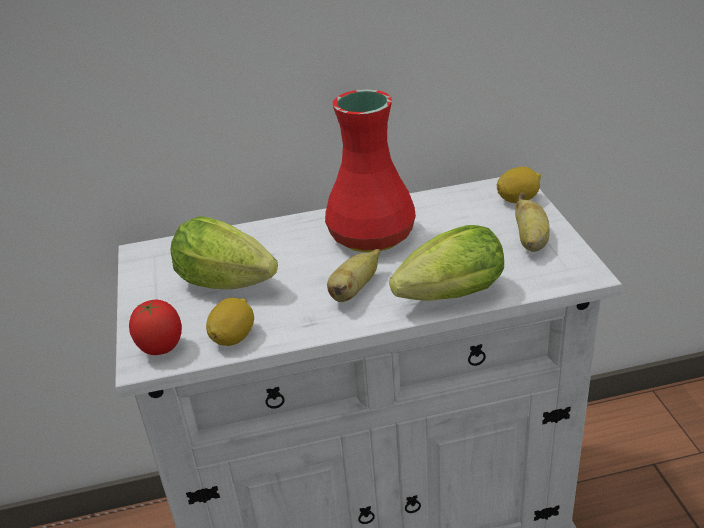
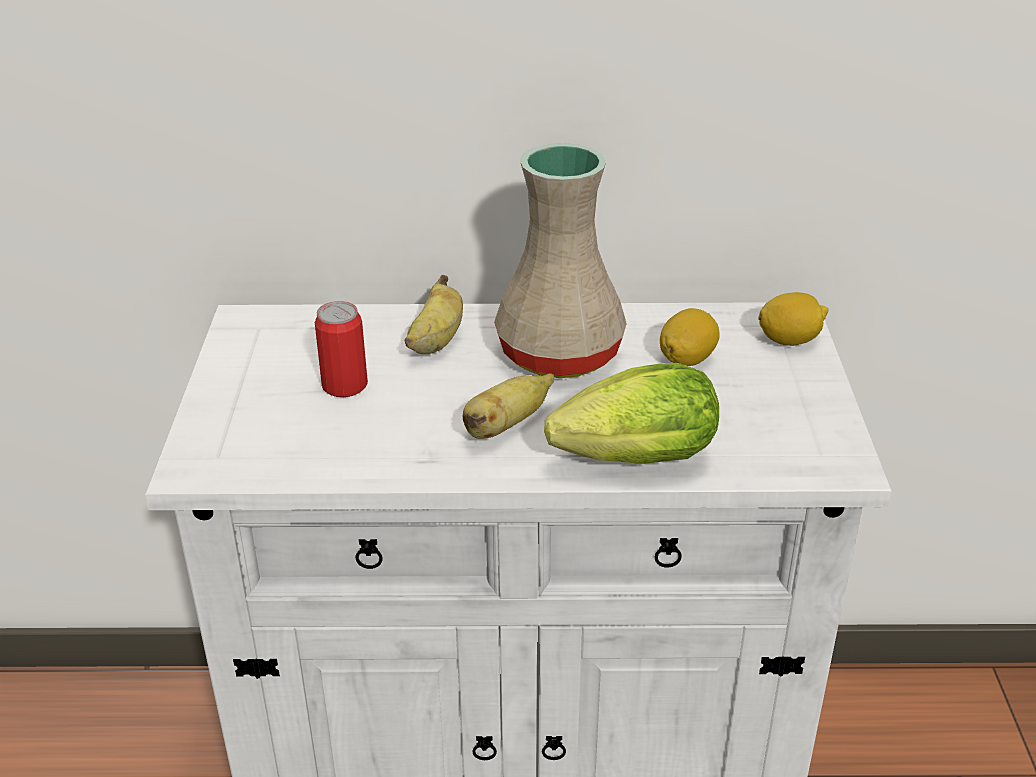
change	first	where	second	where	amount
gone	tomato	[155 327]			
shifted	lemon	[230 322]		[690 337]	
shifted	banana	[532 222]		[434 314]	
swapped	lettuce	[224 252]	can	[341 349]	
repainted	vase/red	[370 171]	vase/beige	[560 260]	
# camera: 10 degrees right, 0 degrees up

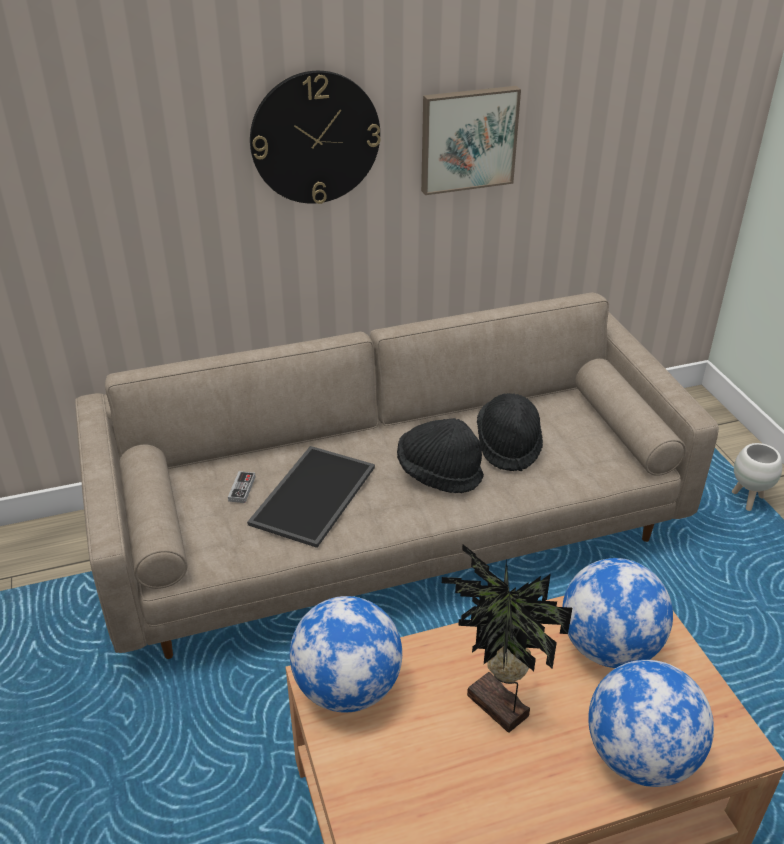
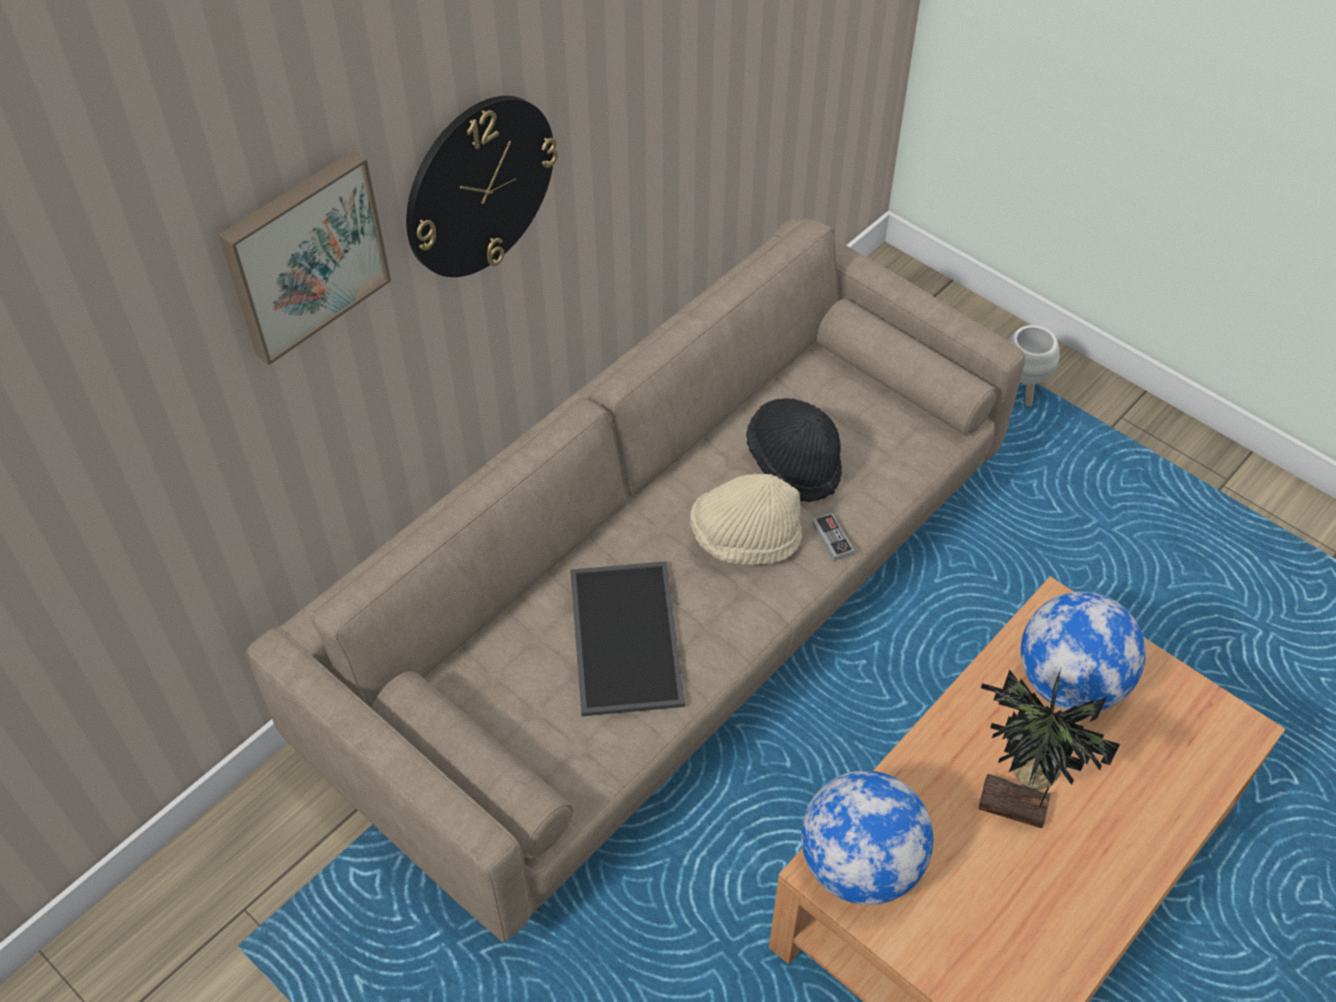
change	first	where	second	where	amount
gone	globe	[651 723]			
shifted	game controller	[241 487]		[833 537]	
shifted	picture	[471 140]		[305 258]	
repainted	hat/black	[440 455]	hat/beige	[746 519]	
# camera: 30 degrees left, 15 degrees up

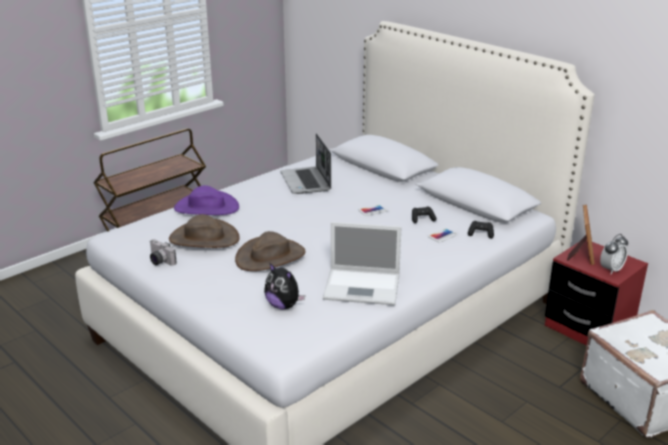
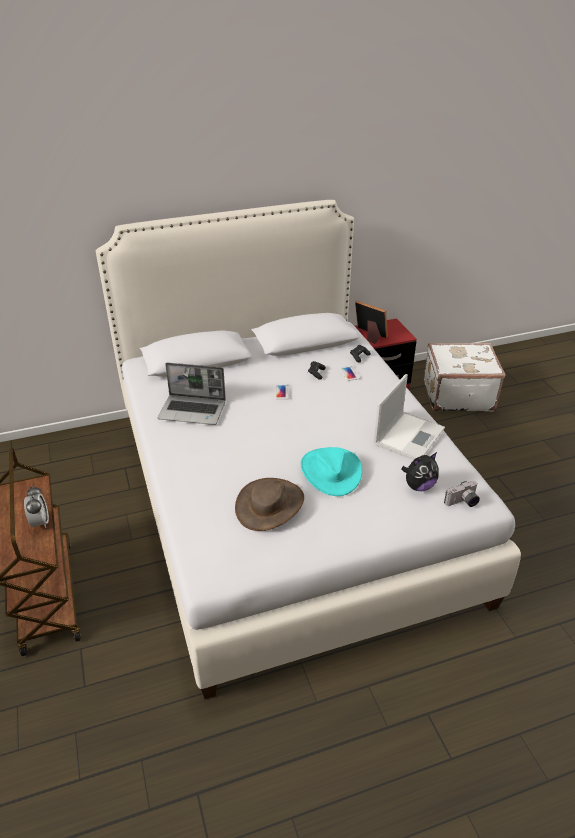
change	first	where	second	where	amount
gone	hat/purple	[206 200]			
shifted	photo camera	[163 252]		[462 494]	
shifted	alarm clock	[614 254]		[36 507]	
repainted	hat/brown	[270 251]	hat/turquoise	[331 471]	
# camera: 65 degrees left, 10 degrees up

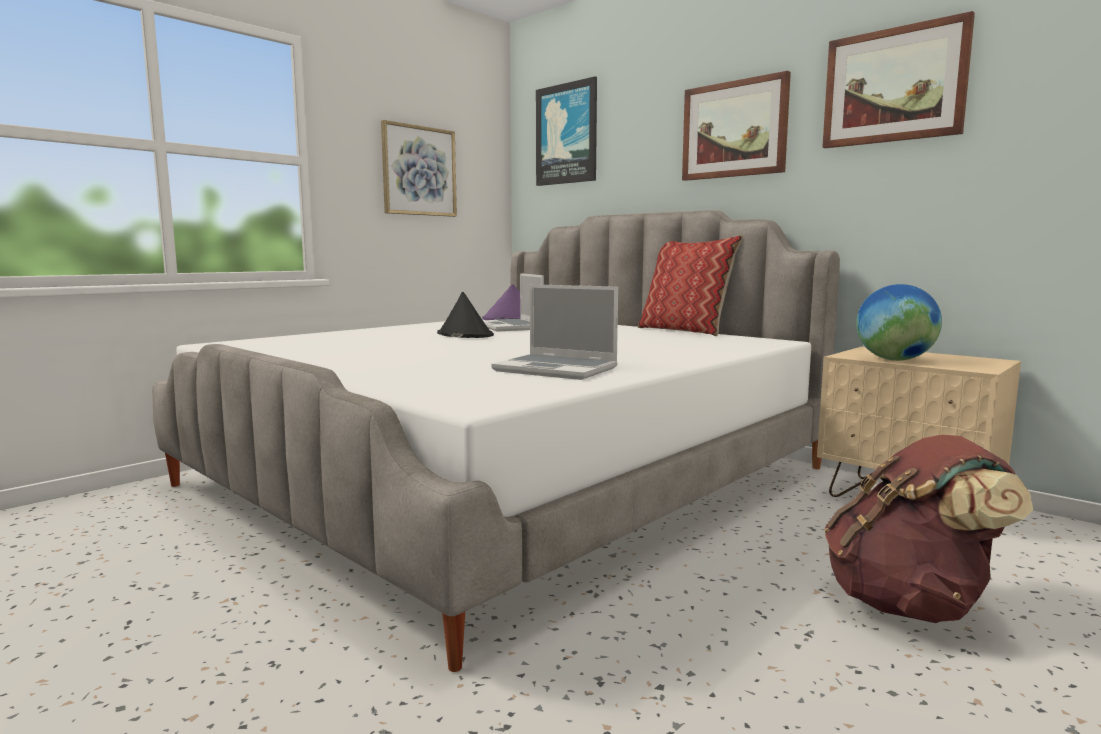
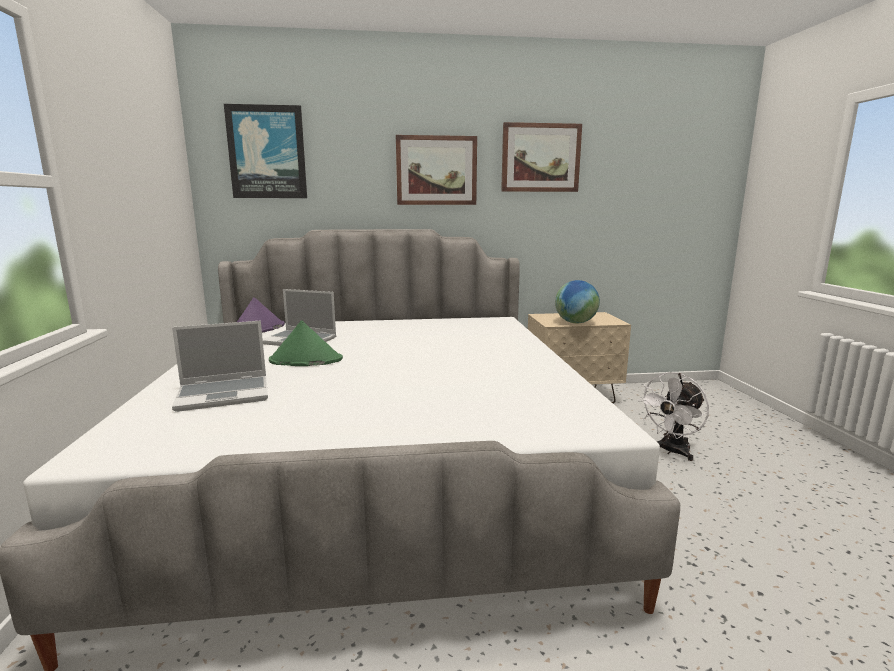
change	first	where	second	where	amount
gone	picture	[419 168]			
gone	pillow	[690 285]			
shifted	laptop	[555 332]		[220 366]	
swapped	backpack/brown	[928 528]	fan/white	[673 416]	
repainted	hat/black	[465 315]	hat/green	[306 343]	
# camera: 50 degrees left, 5 degrees up

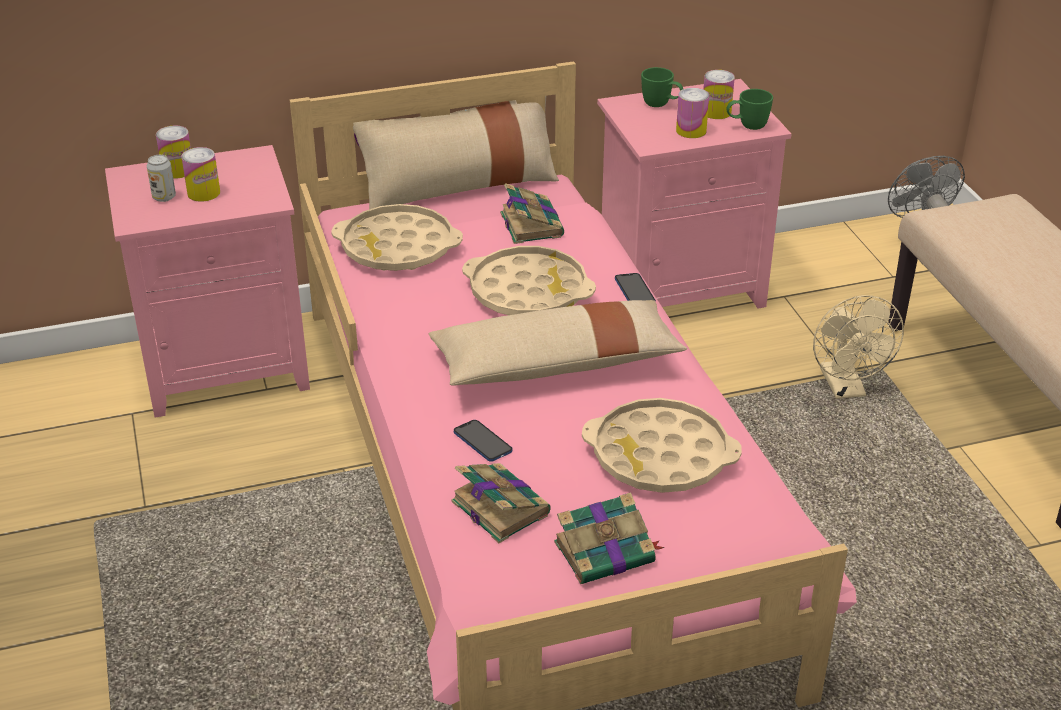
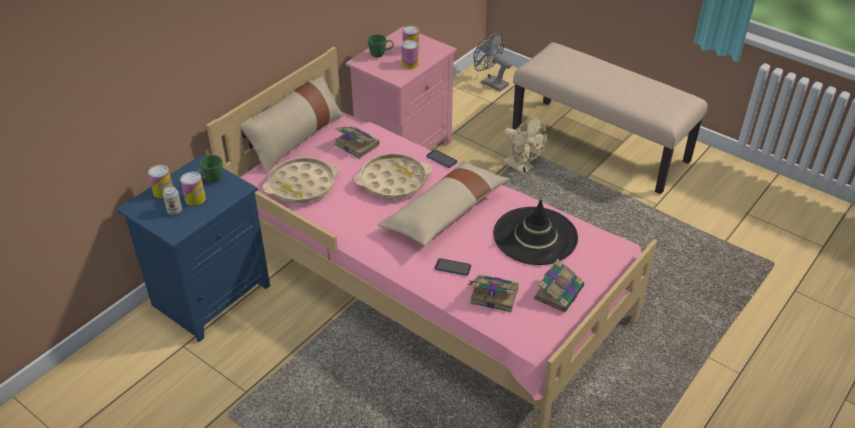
change	first	where	second	where	amount
shifted	mug/green	[749 109]		[209 168]	
swapped	tray/beige	[662 445]	hat/black	[535 232]	
repainted	nightstand/pink	[207 281]	nightstand/blue	[193 248]	
# camera: 35 degrees left, 5 degrees up

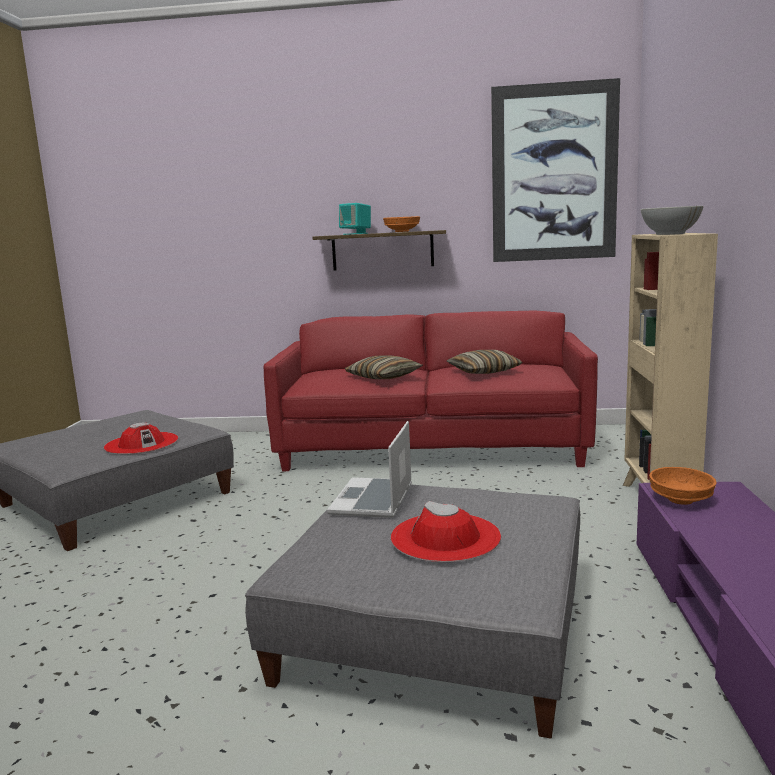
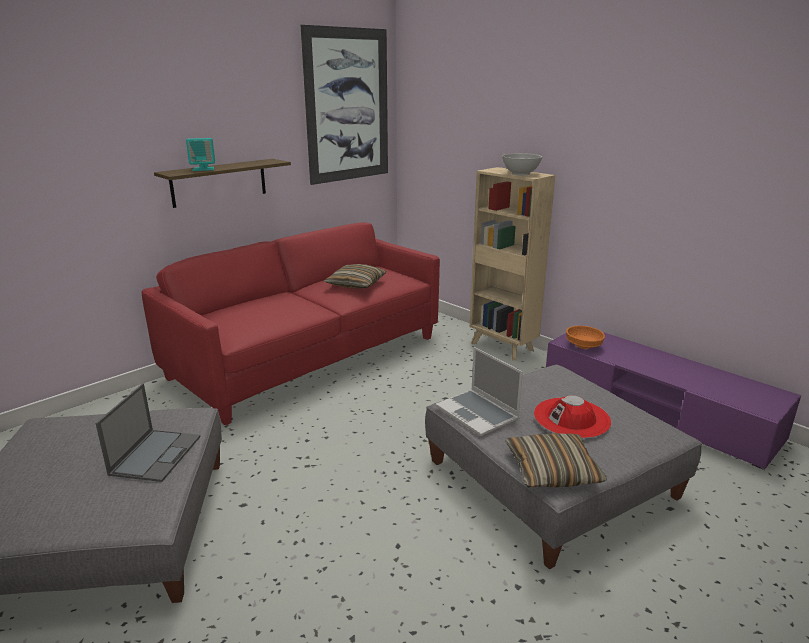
change	first	where	second	where	amount
gone	bowl/orange	[401 224]			
shifted	pillow	[383 367]		[556 460]	
swapped	hat/red	[141 438]	laptop	[148 432]	
# camera: 50 degrees left, 10 degrees up

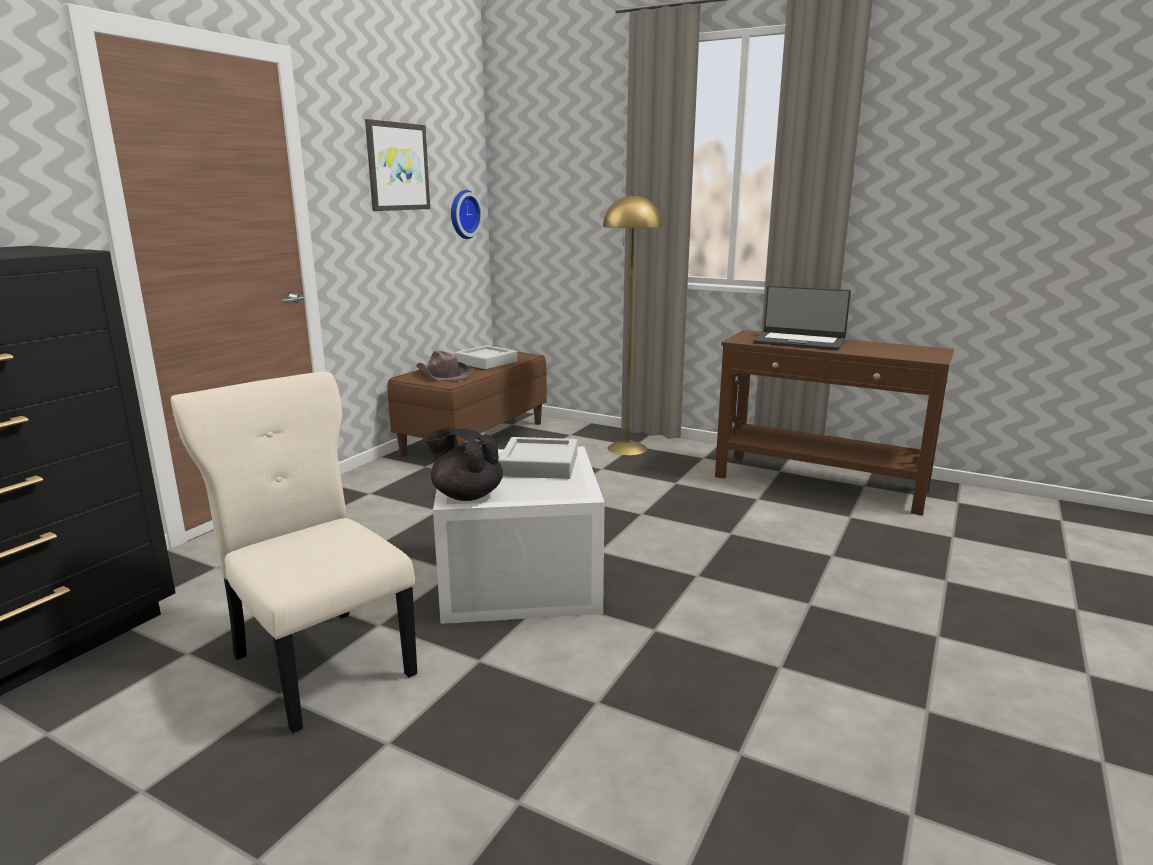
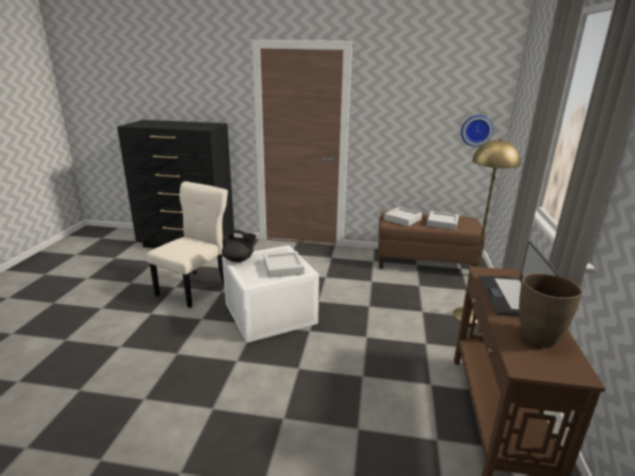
change	first	where	second	where	amount
gone	picture	[397 165]			
new			vase/brown	[550 310]	
swapped	hat/brown	[443 366]	tray/grey	[403 216]	
rotated	teapot/black	[464 464]		[239 246]	90 degrees clockwise
# camera: 70 degrees right, 5 degrees up

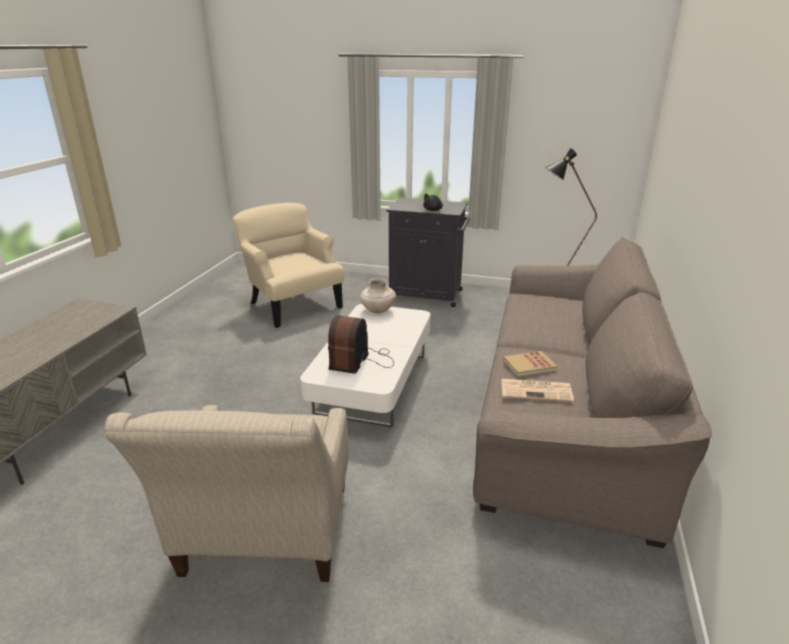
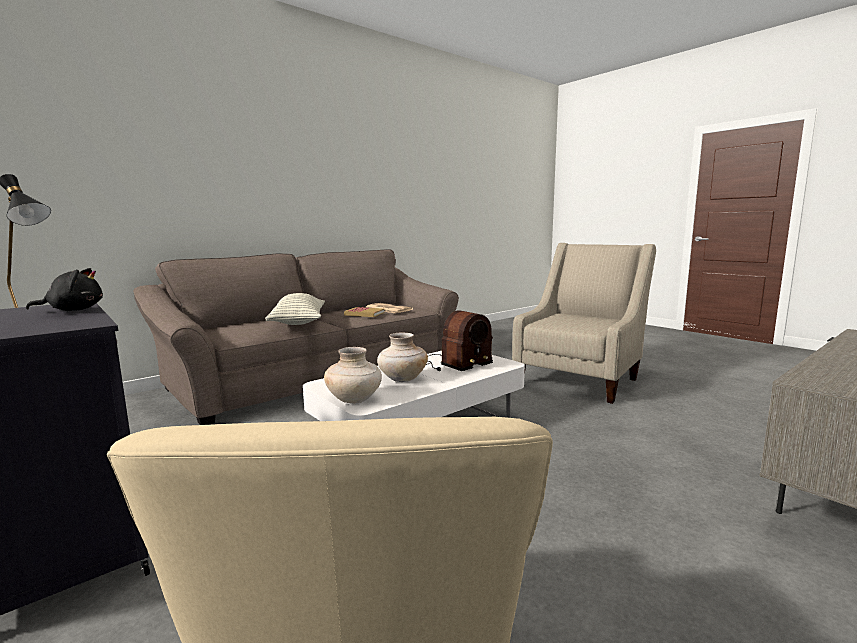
change	first	where	second	where	amount
new			pillow	[295 309]	
new			vase/beige	[402 357]	
# camera: 145 degrees left, 15 degrees down

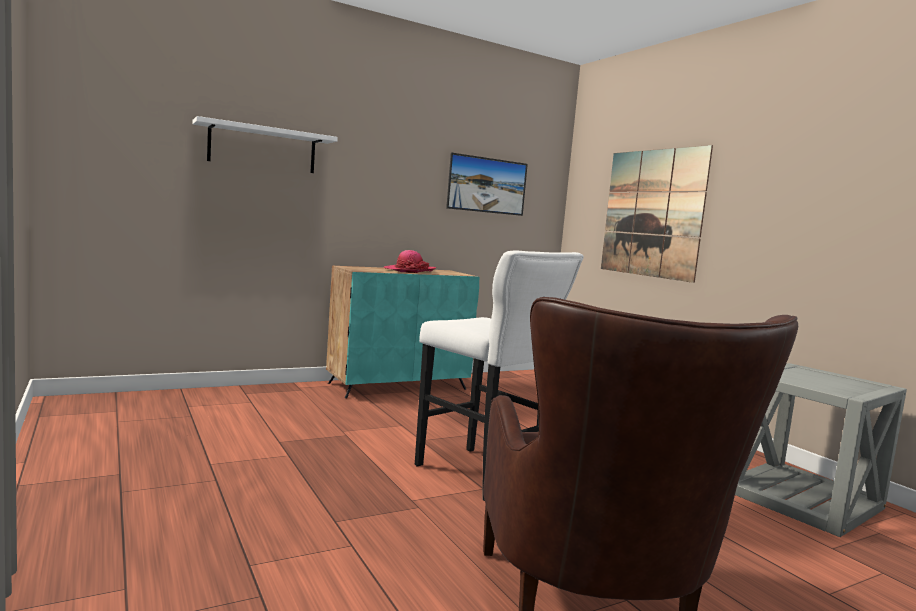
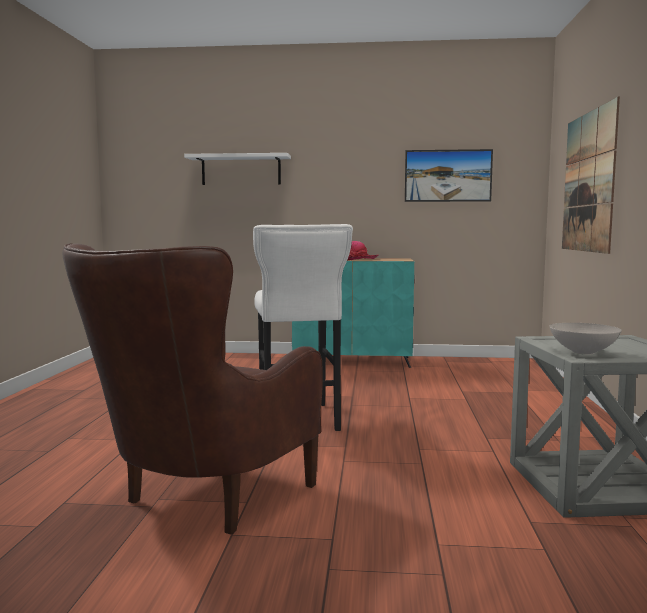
change	first	where	second	where	amount
new			bowl/white	[585 339]	
# camera: 35 degrees right, 0 degrees up

